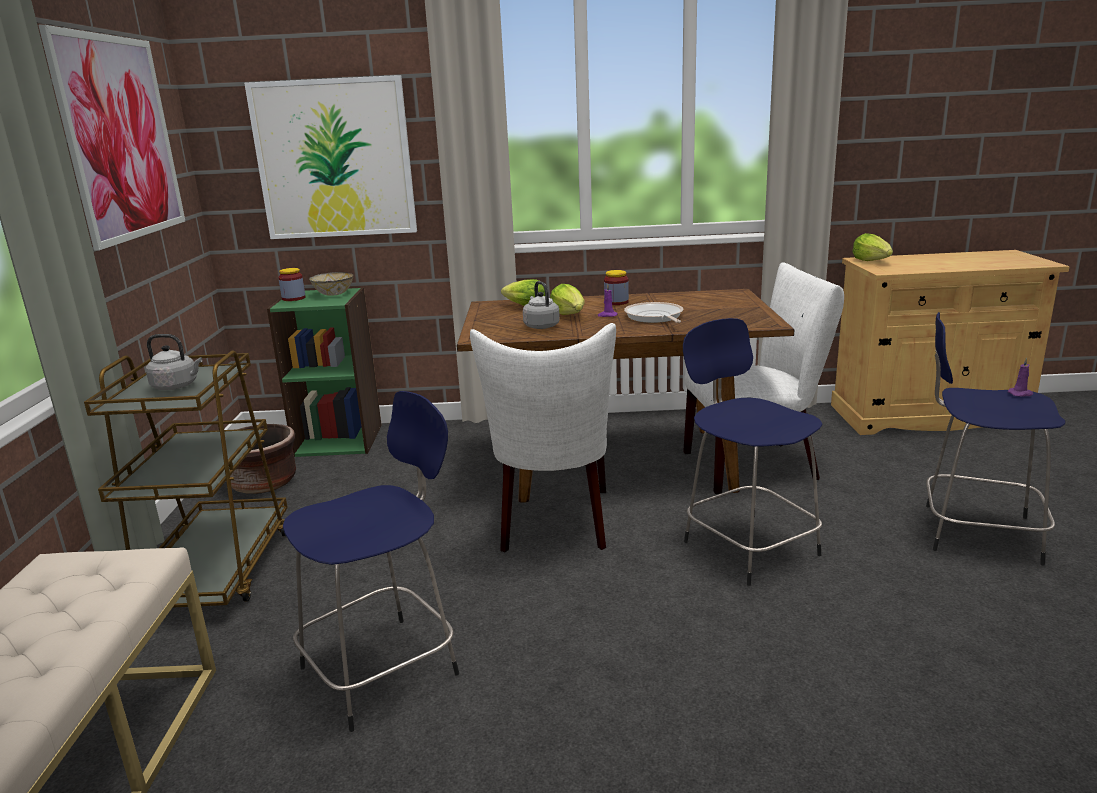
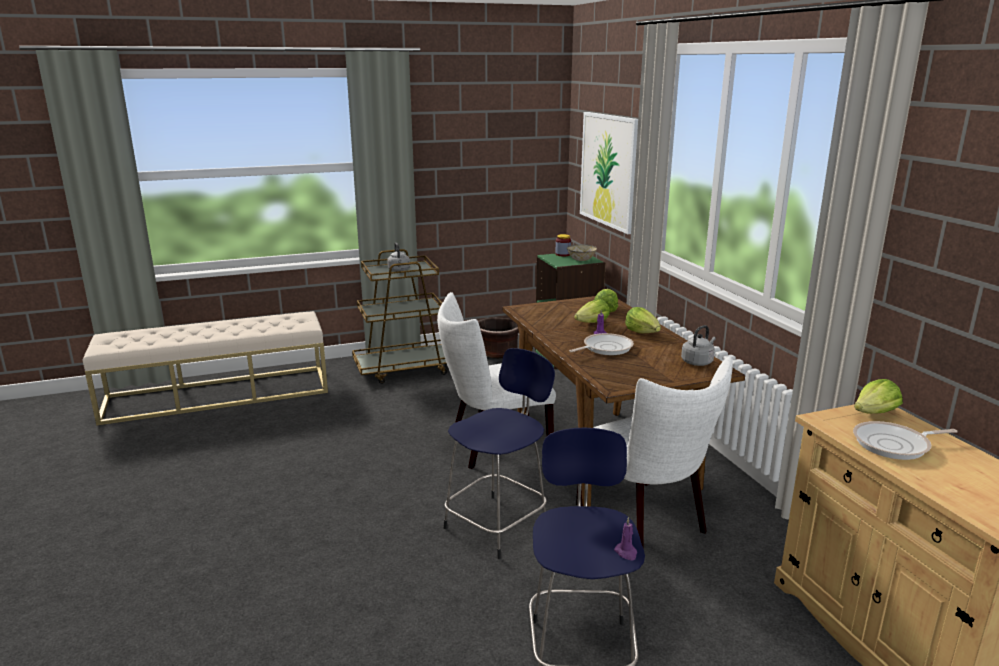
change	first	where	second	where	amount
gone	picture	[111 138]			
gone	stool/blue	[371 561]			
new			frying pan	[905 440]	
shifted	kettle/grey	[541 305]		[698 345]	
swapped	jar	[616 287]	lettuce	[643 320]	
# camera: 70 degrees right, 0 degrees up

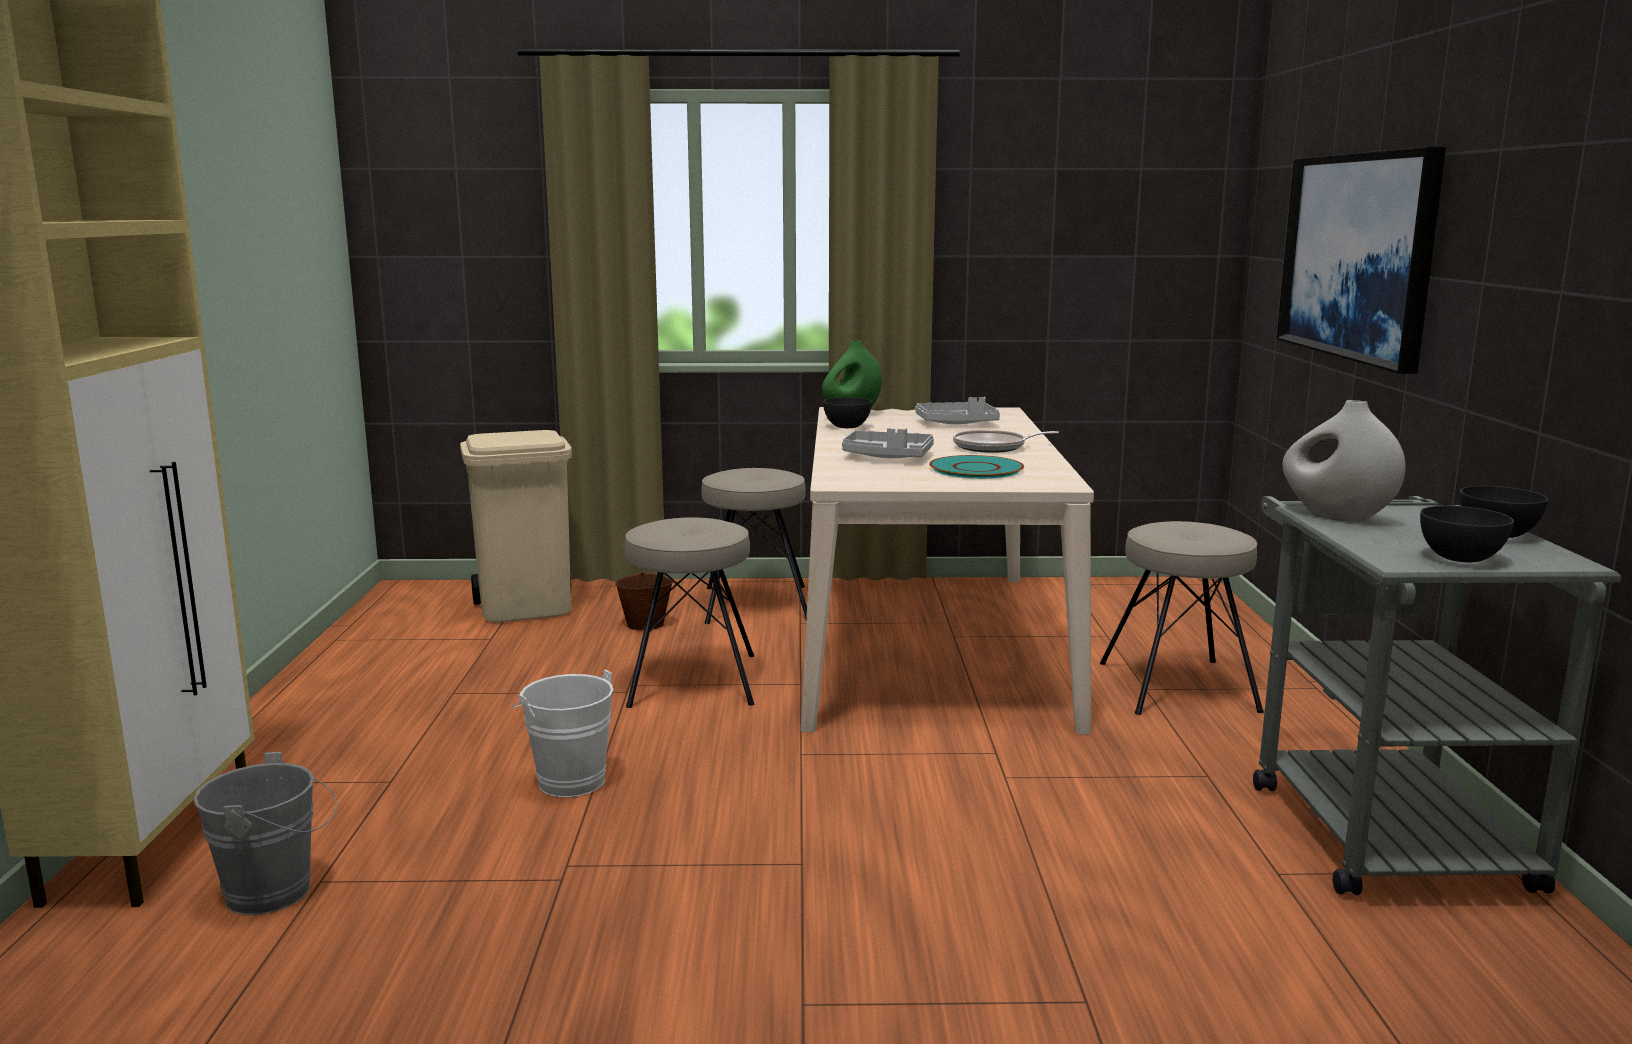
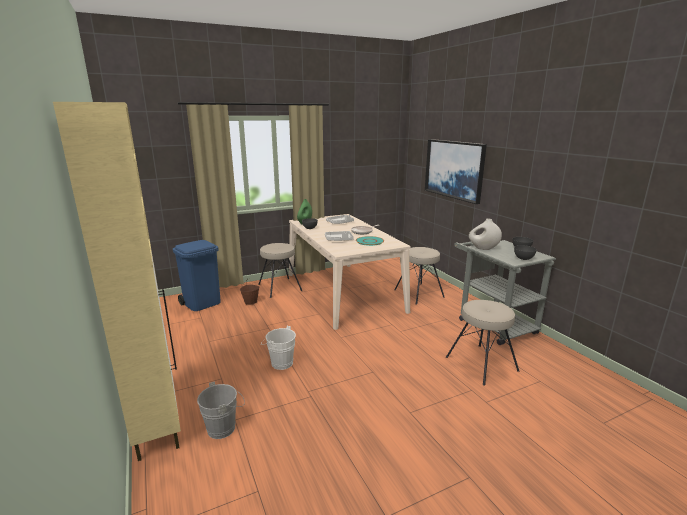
change	first	where	second	where	amount
shifted	stool/beige	[689 612]		[482 343]	
repainted	trash can/beige	[516 526]	trash can/blue	[197 275]	
# camera: 25 degrees left, 5 degrees up

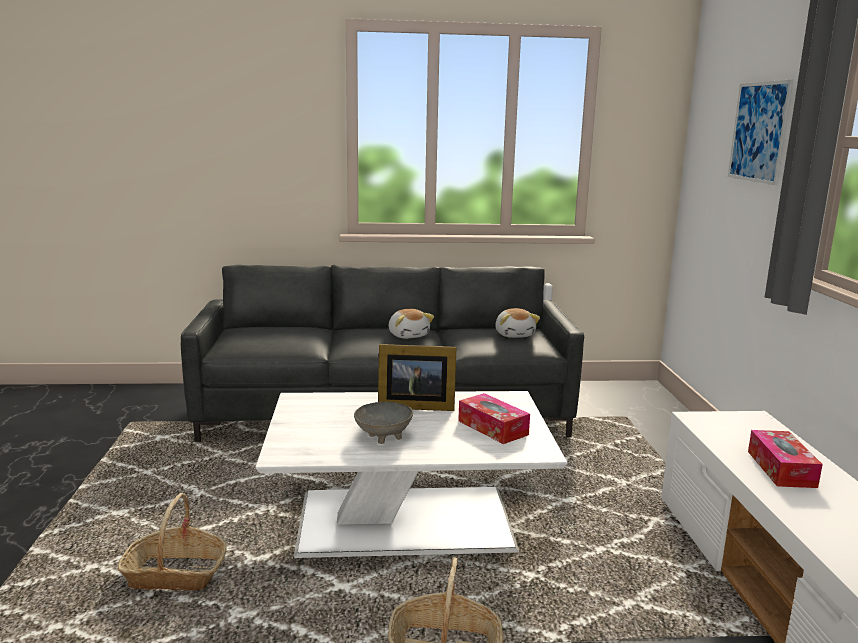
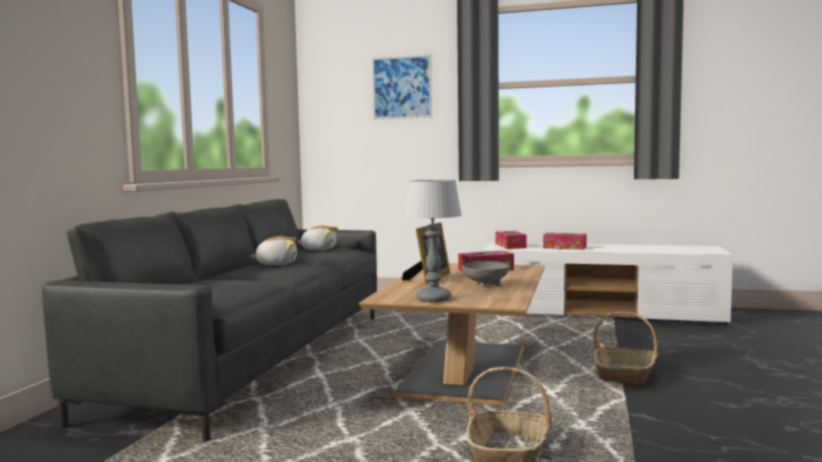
change	first	where	second	where	amount
new			table lamp	[433 241]	
new			tissue box	[511 240]	
repainted	coffee table/white	[411 474]	coffee table/brown	[452 334]	
# camera: 70 degrees left, 10 degrees down

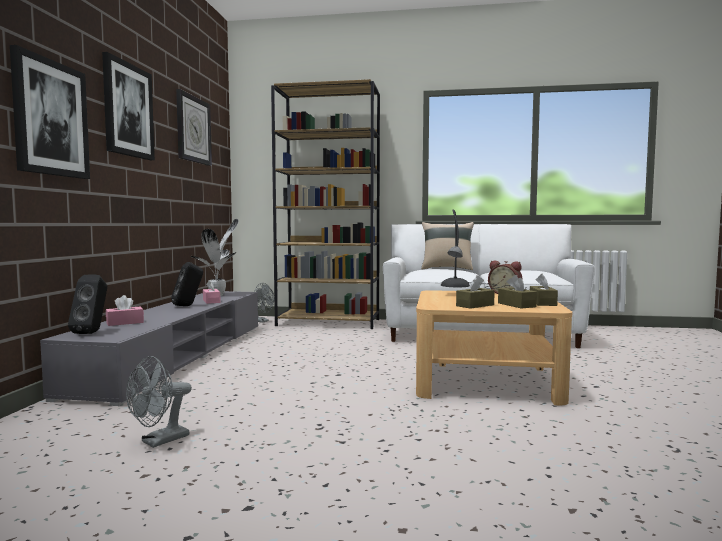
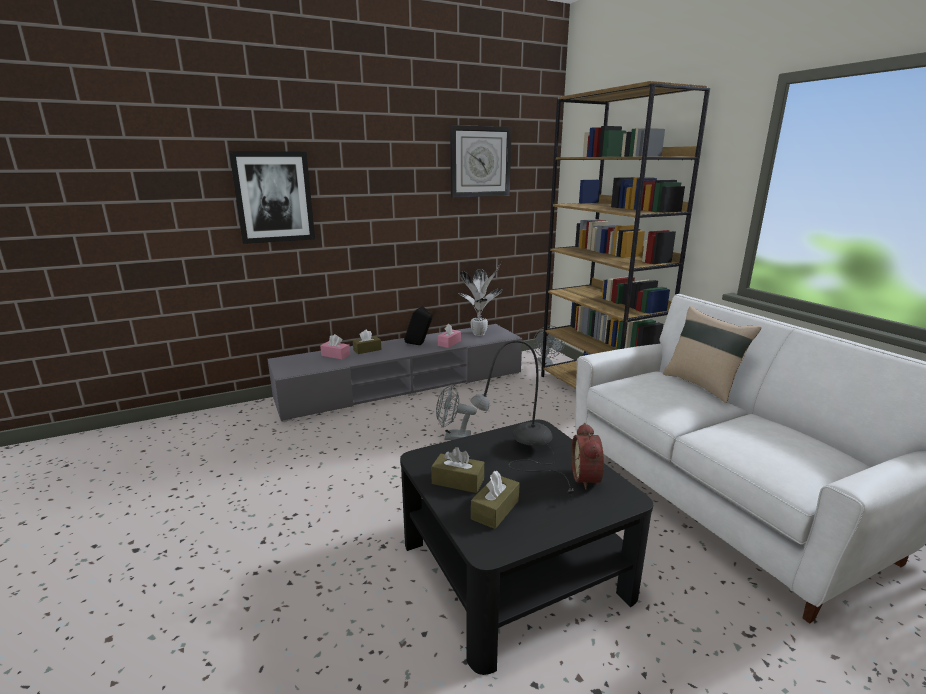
change	first	where	second	where	amount
gone	speaker/black	[87 304]			
gone	picture	[128 106]			
shifted	fan/grey	[159 402]		[456 412]	
shifted	tissue box/brown	[544 290]		[367 341]	
repainted	coffee table/beige	[494 347]	coffee table/black	[527 547]	
# camera: 55 degrees right, 15 degrees up

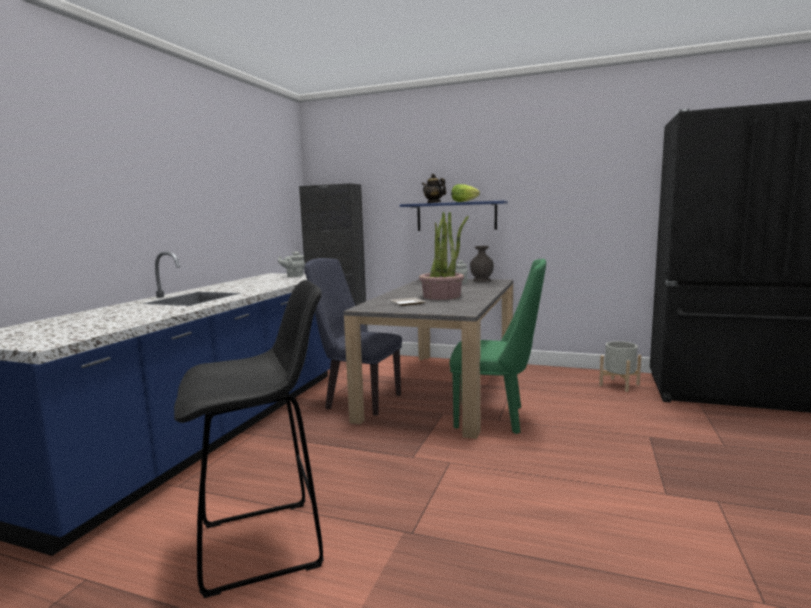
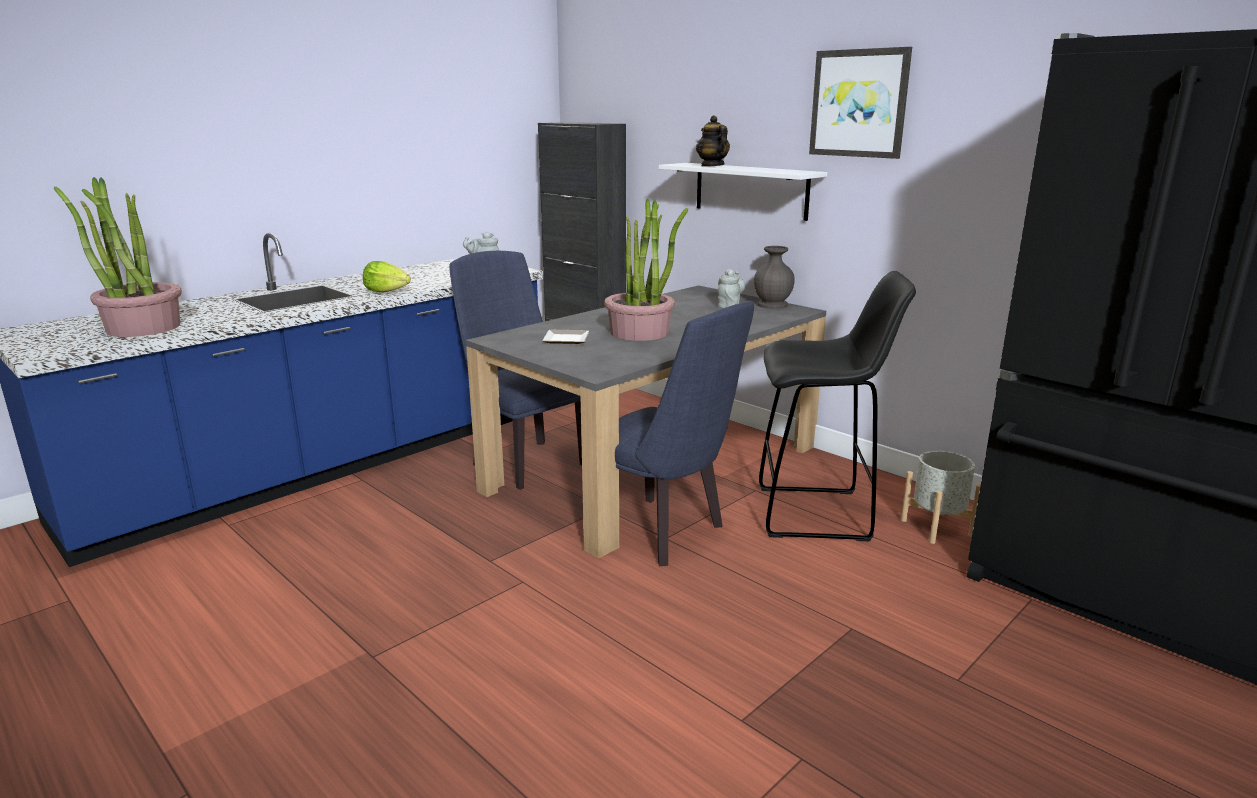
change	first	where	second	where	amount
new			potted plant	[118 257]	
new			picture	[860 103]	
shifted	stool/black	[249 439]		[837 406]	
shifted	lettuce	[465 193]		[387 276]	
repainted	shelf/blue	[454 216]	shelf/white	[743 192]	
repainted	chair/green	[498 346]	chair/blue	[684 433]	
# camera: 25 degrees right, 10 degrees up

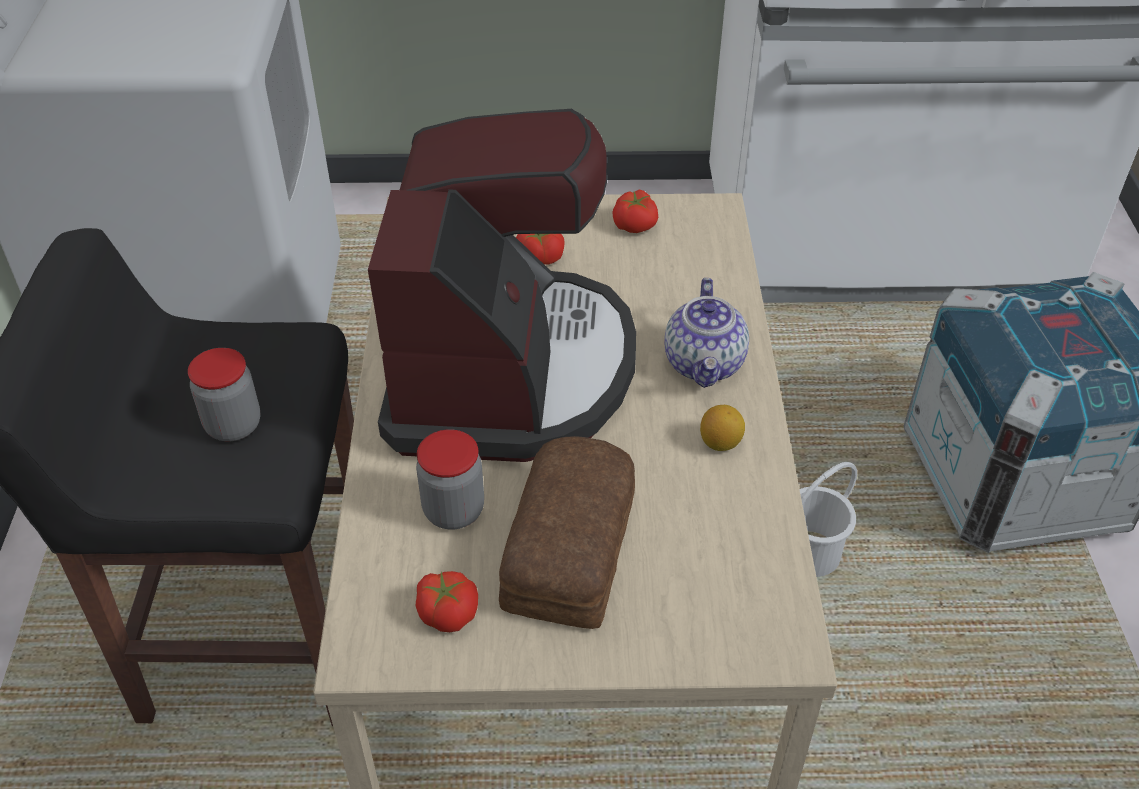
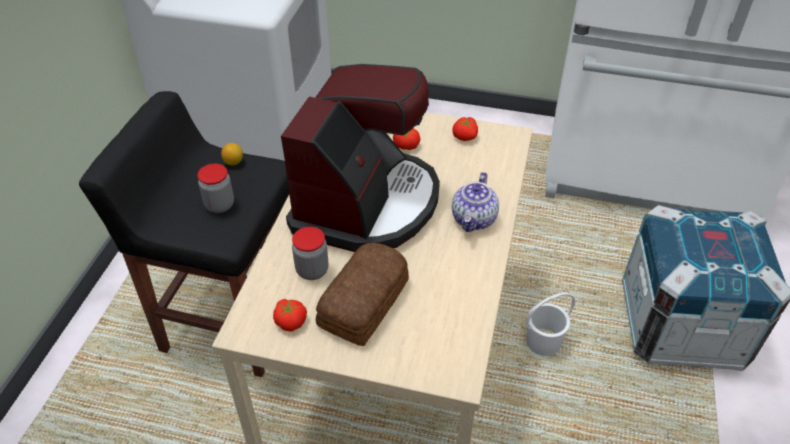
change	first	where	second	where	amount
shifted	lemon	[722 428]		[232 154]	
# camera: 15 degrees right, 0 degrees up

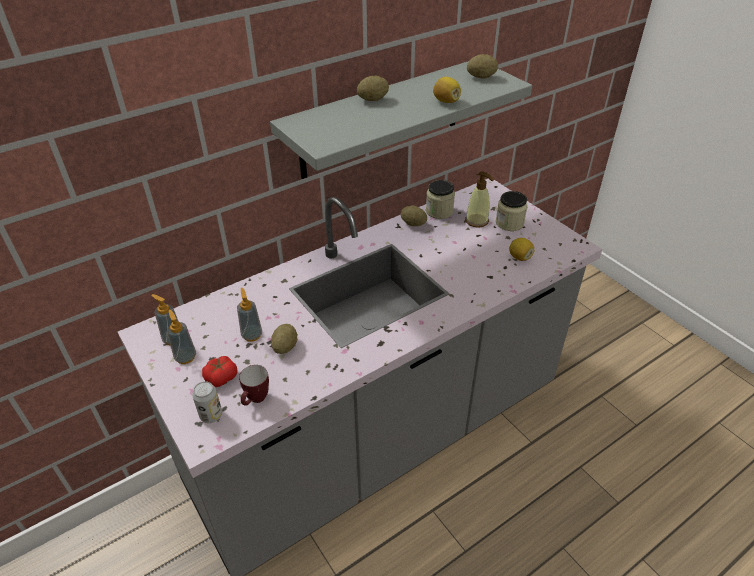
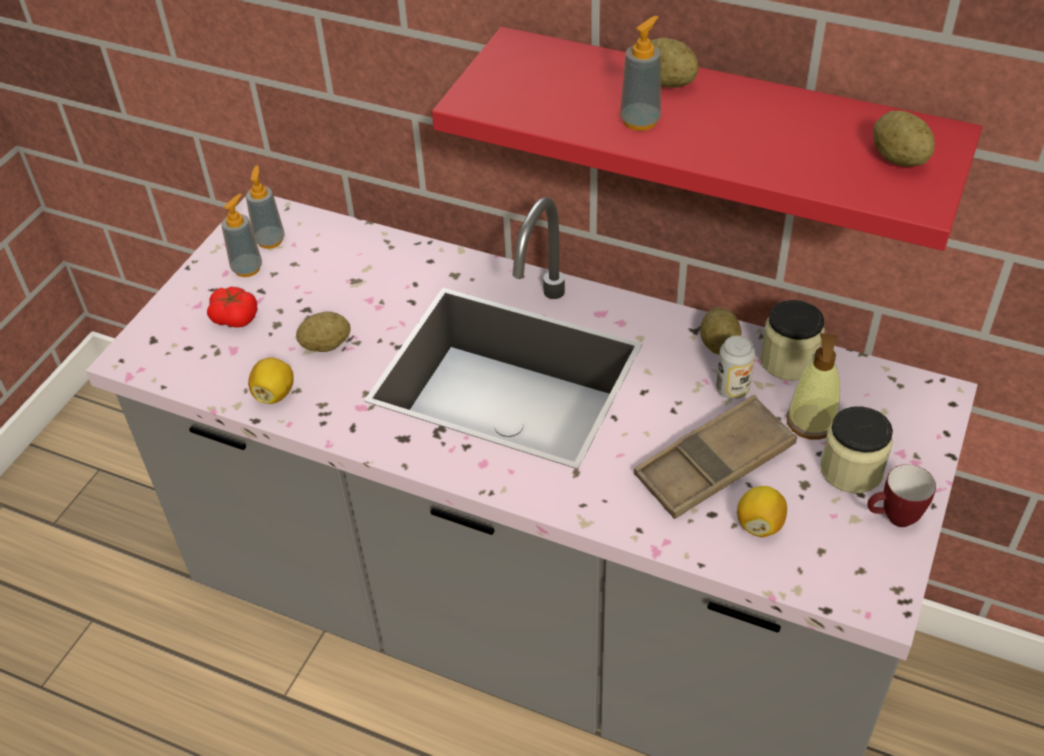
change	first	where	second	where	amount
new			tray/brown	[715 457]	
shifted	can	[207 402]		[735 367]	
shifted	soap dispenser	[249 315]		[640 73]	
shifted	mug	[254 385]		[901 495]	
shifted	lemon	[447 90]		[271 380]	
repainted	shelf/grey	[401 120]	shelf/red	[707 139]	
# camera: 60 degrees right, 5 degrees up

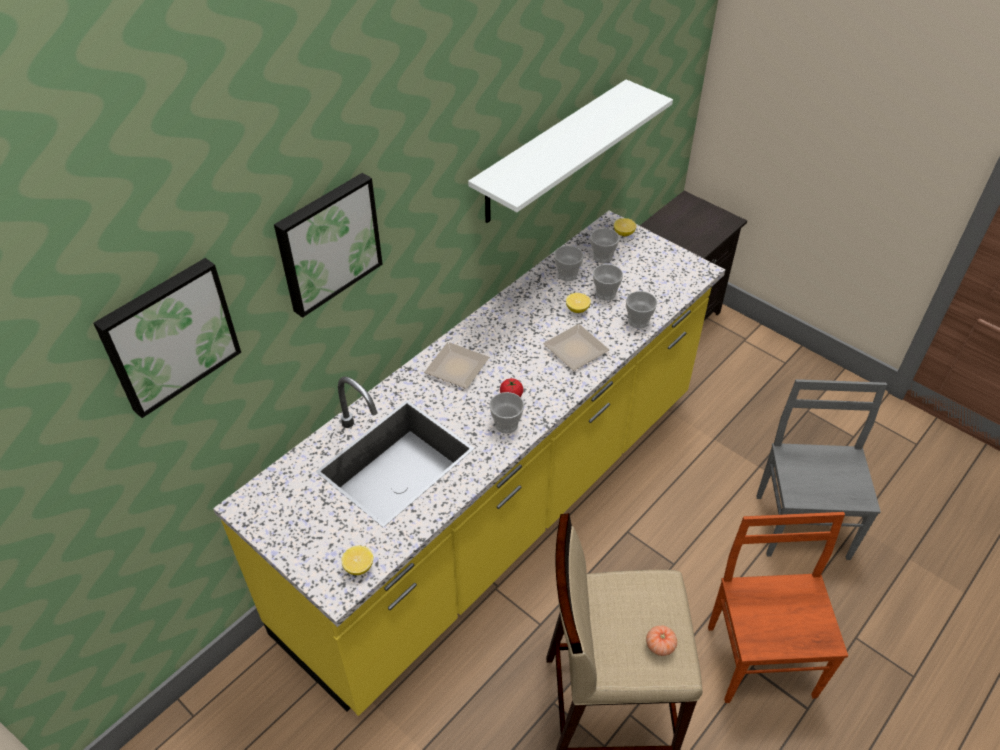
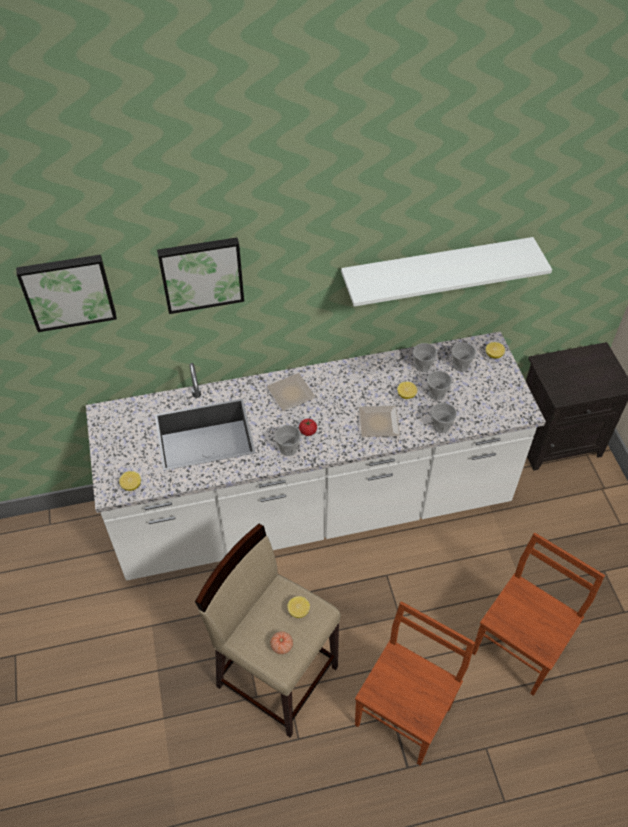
change	first	where	second	where	amount
new			lemon	[299 607]	
repainted	counter/yellow	[469 463]	counter/white	[316 456]	
repainted	chair/grey	[822 469]	chair/brown	[538 614]	
# camera: 35 degrees right, 5 degrees up

